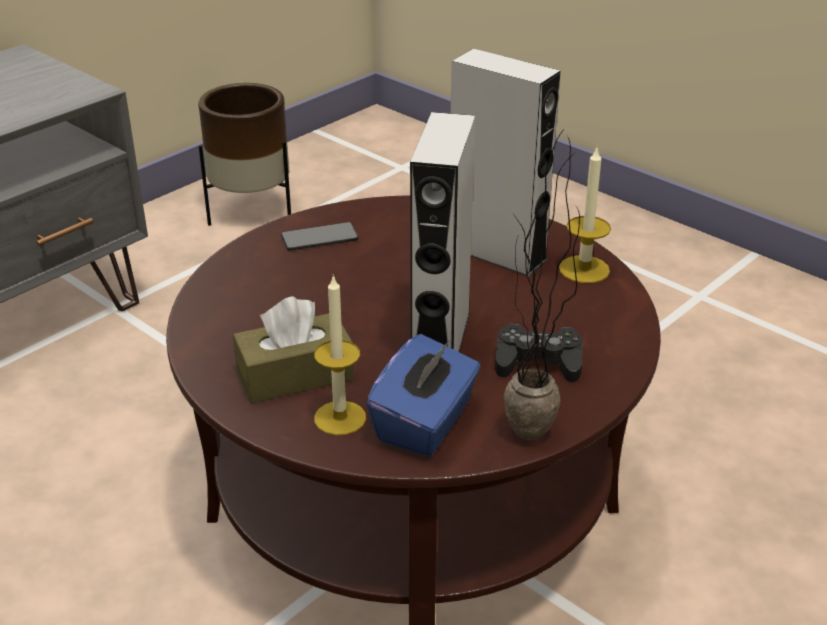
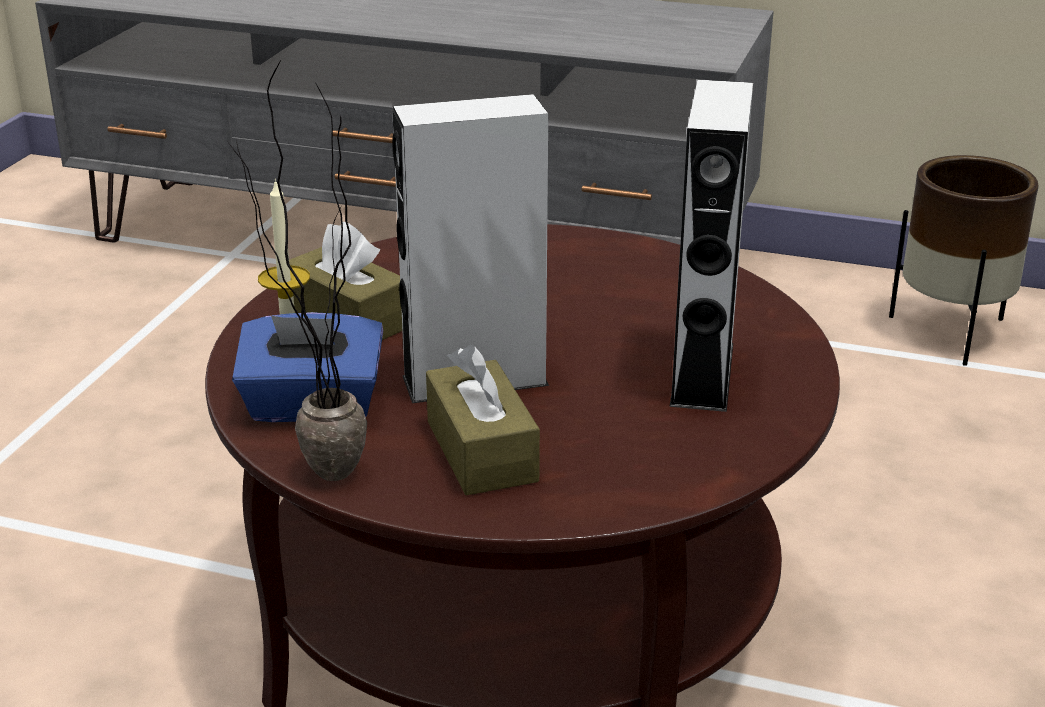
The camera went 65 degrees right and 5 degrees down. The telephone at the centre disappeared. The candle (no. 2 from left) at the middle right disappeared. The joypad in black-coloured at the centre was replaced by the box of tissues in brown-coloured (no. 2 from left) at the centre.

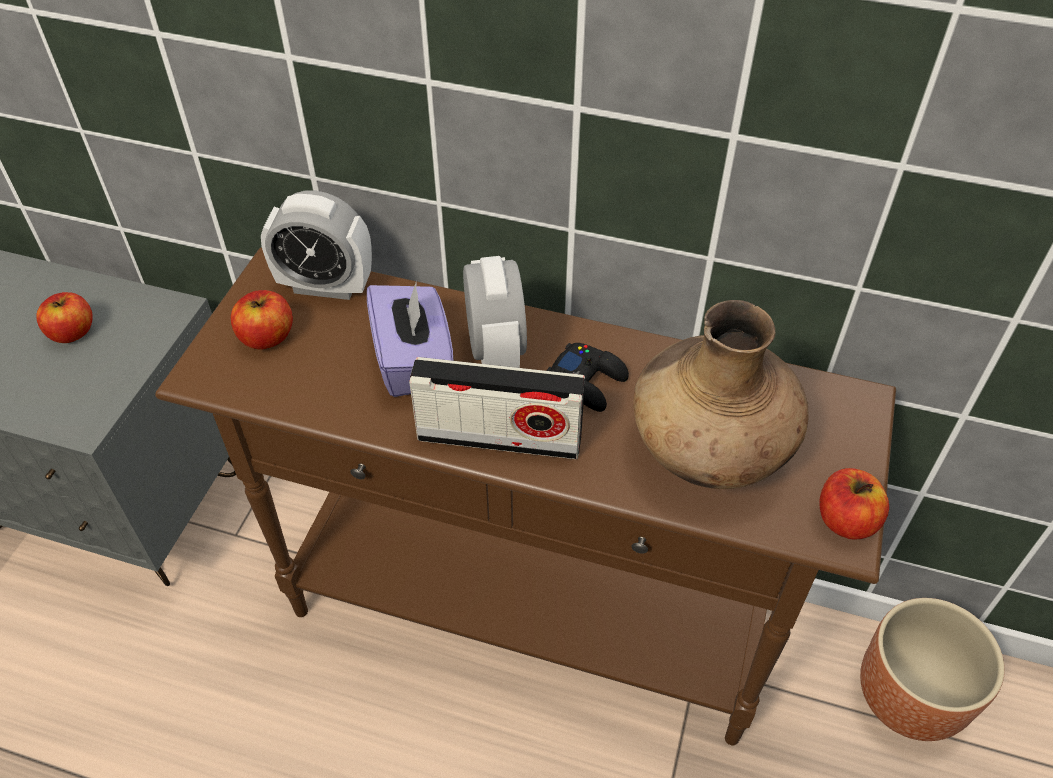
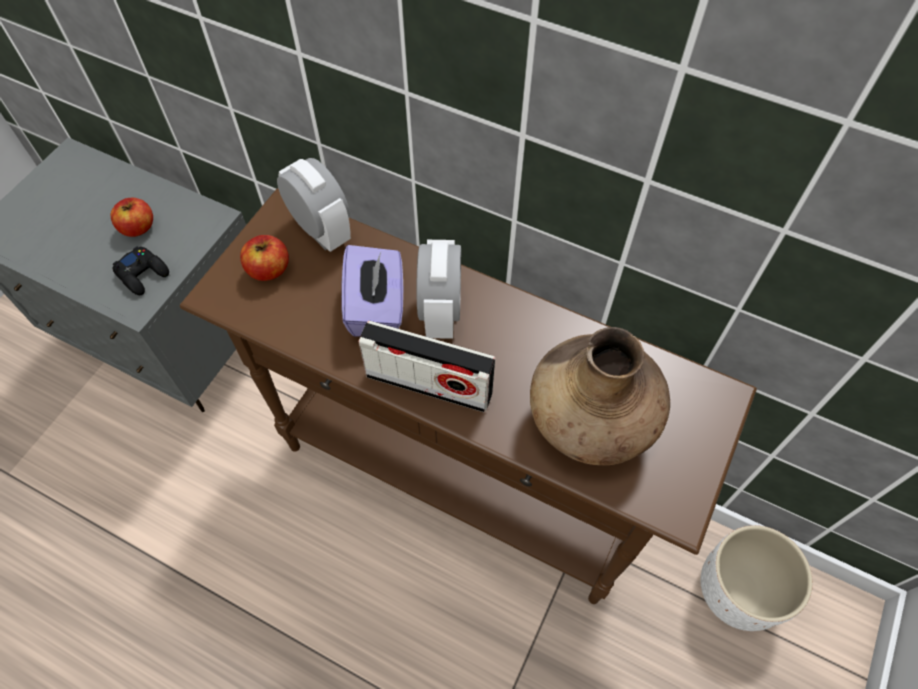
The camera went 10 degrees right and 10 degrees up. The whole apple (no. 3 from left) at the middle right disappeared. The joypad in black-coloured moved from the centre to the middle left. The planter in brown-coloured at the bottom right became the planter in whitish at the bottom right. The bedside clock (no. 1 from left) at the top left turned 150 degrees counterclockwise.

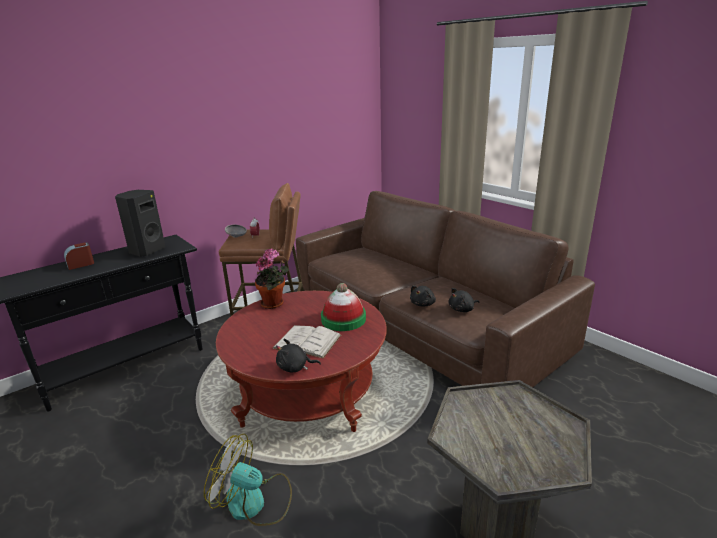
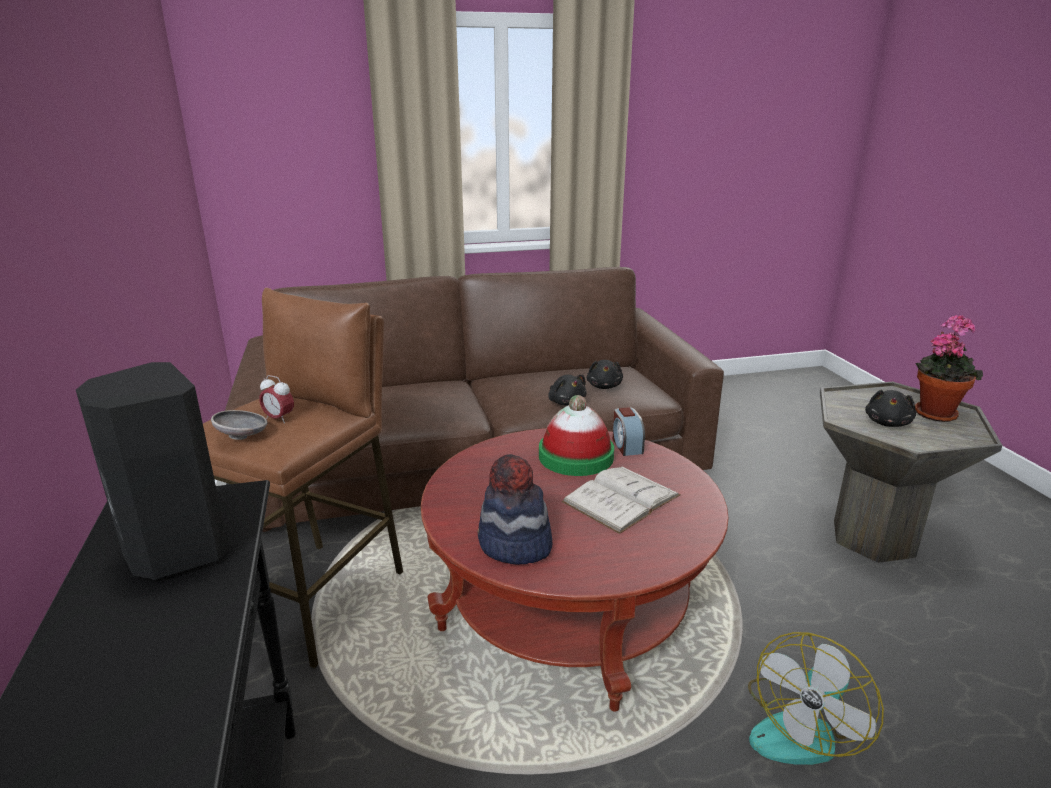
The camera went 65 degrees left and 0 degrees up. The hat (no. 1 from left) at the centre appeared. The bedside clock (no. 1 from left in the first image) moved from the middle left to the centre. The houseplant moved from the centre to the middle right. The soft toy in black-coloured (no. 1 from left in the first image) moved from the centre to the middle right.

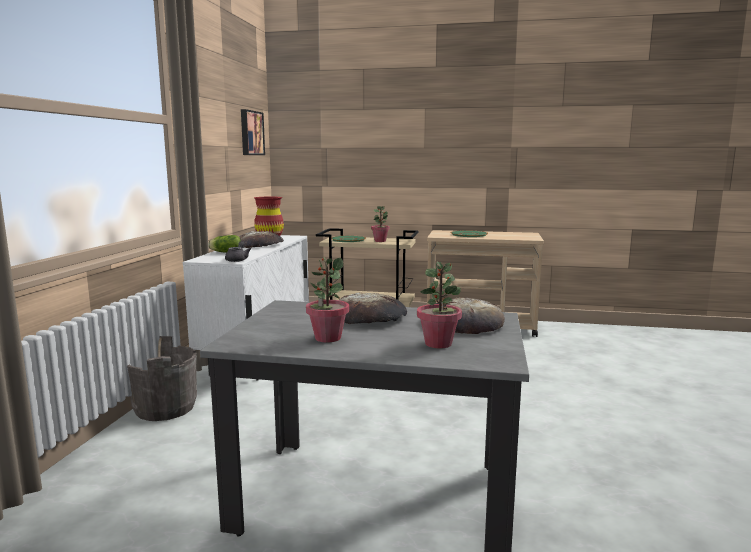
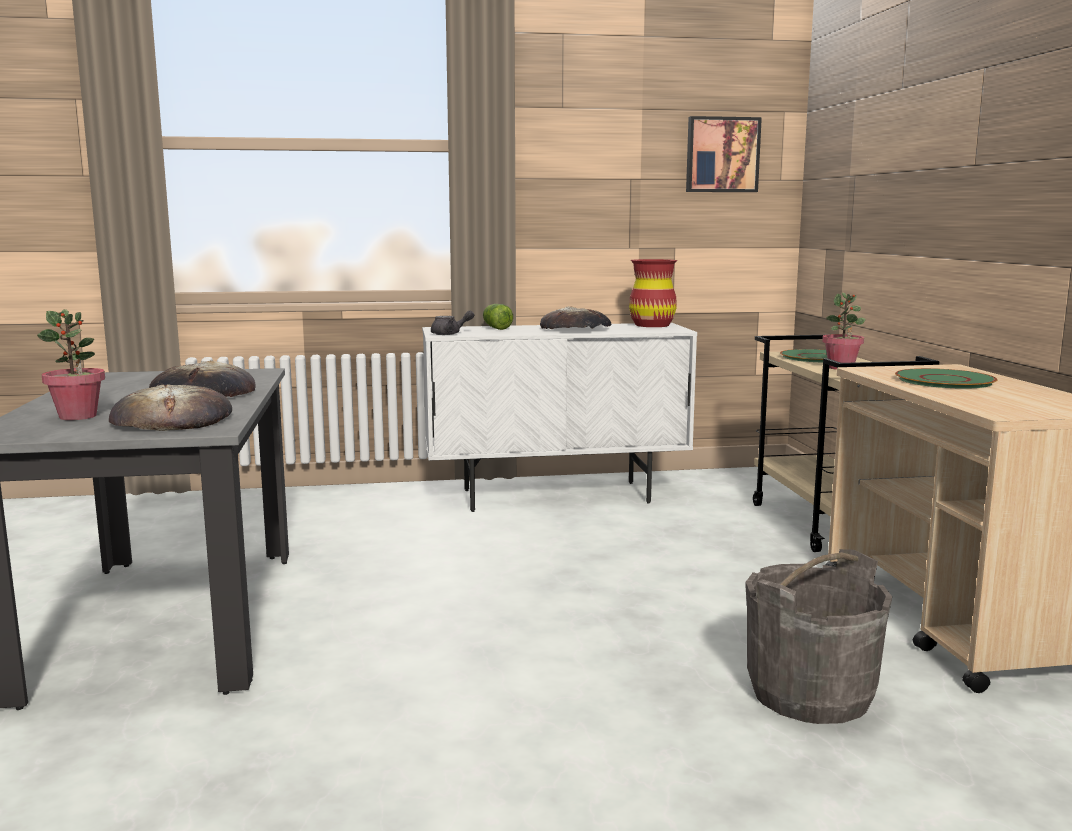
The camera went 70 degrees right and 0 degrees up. The houseplant (no. 1 from left) at the centre disappeared. The pail in greyish moved from the bottom left to the bottom right.

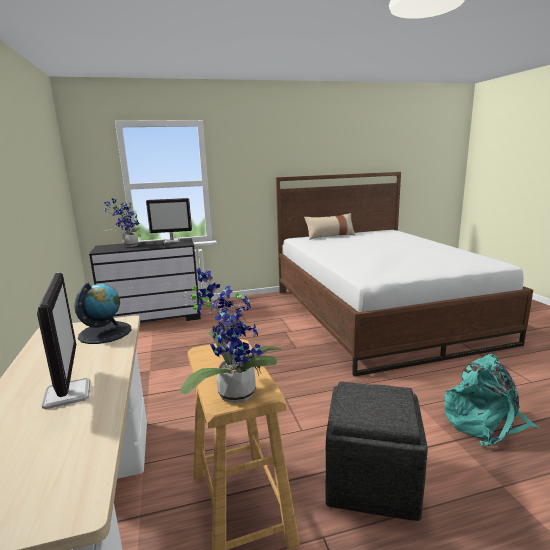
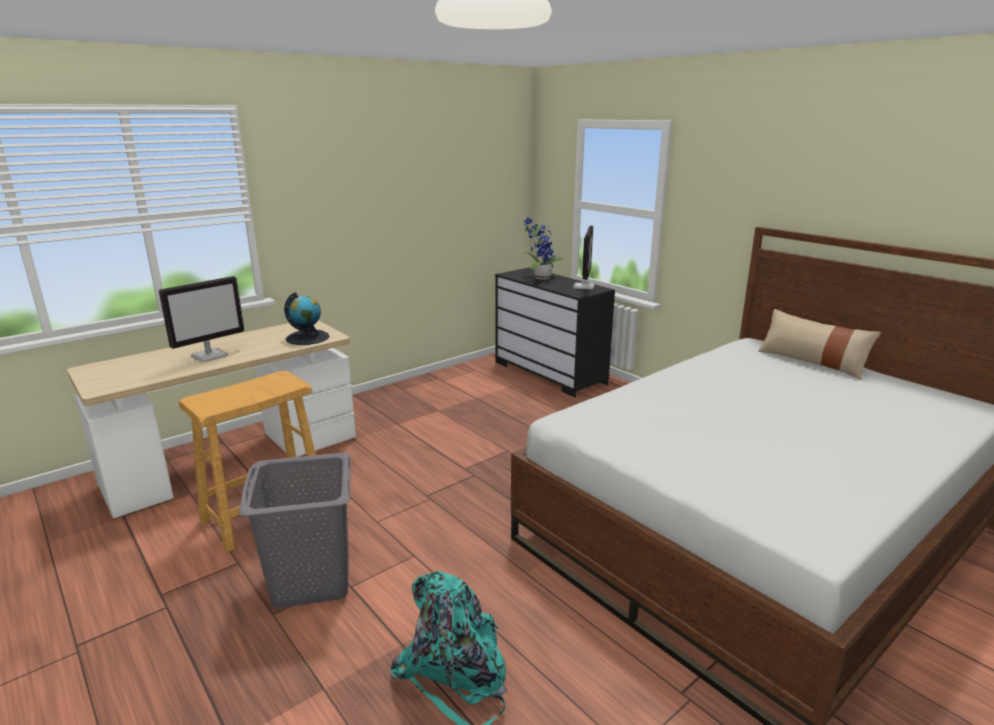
The camera went 65 degrees right and 5 degrees up. The houseplant (no. 2 from left) at the centre disappeared. The footrest in greyish at the bottom right was replaced by the washing basket in greyish at the bottom left. The monitor (no. 2 from left) at the middle left turned 135 degrees counterclockwise.

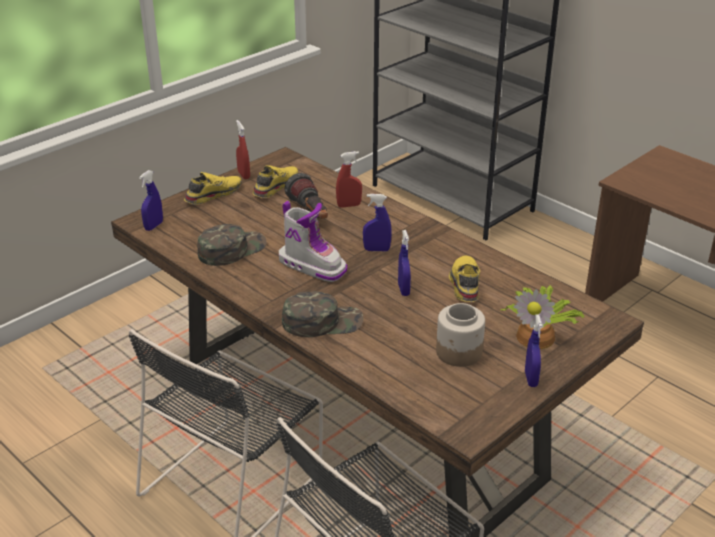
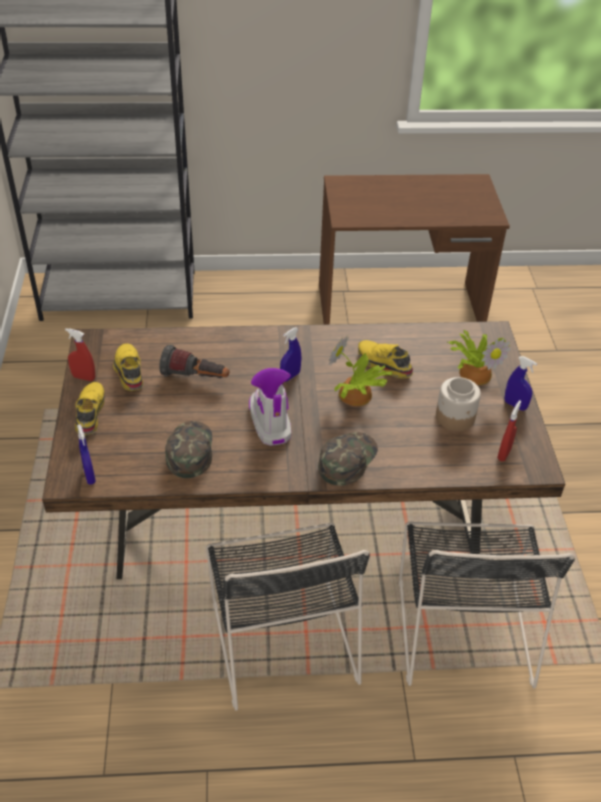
The camera went 50 degrees left and 10 degrees up. The hand sprayer in red (no. 2 from left) moved from the centre to the middle right. The hand sprayer in blue (no. 3 from left) at the centre was replaced by the houseplant (no. 1 from left) at the centre. The high-top boot at the centre turned 90 degrees counterclockwise.

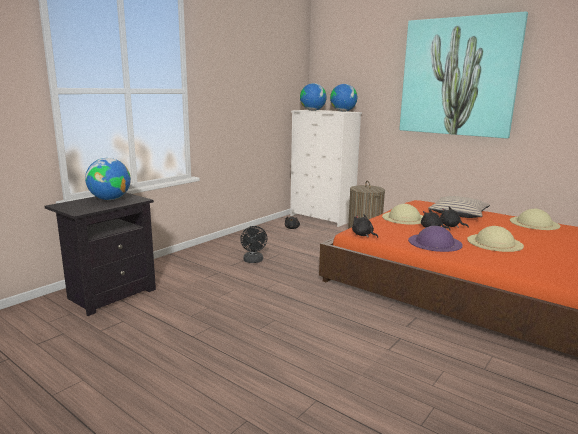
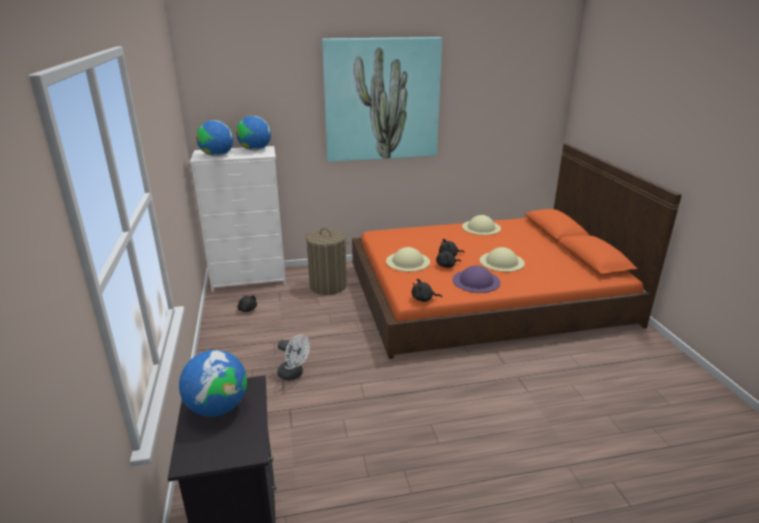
The camera went 50 degrees left and 10 degrees up. The throw pillow in beige-coloured at the middle right disappeared. The cooling fan in black-coloured at the centre became the cooling fan in whitish at the bottom centre.

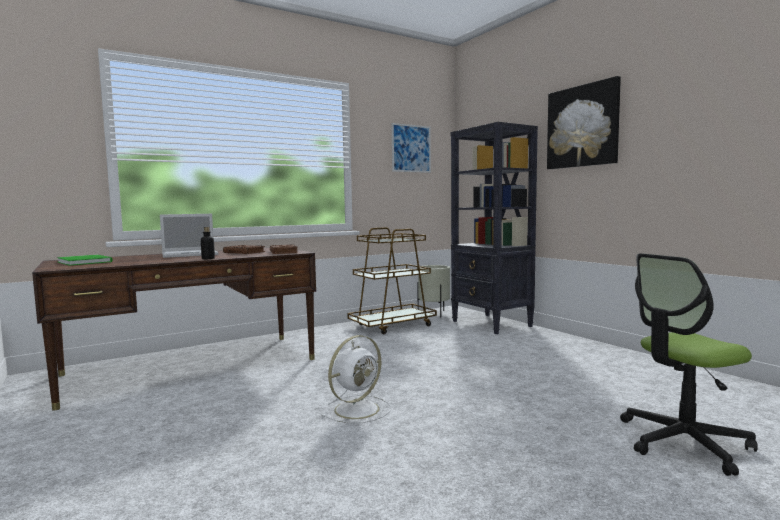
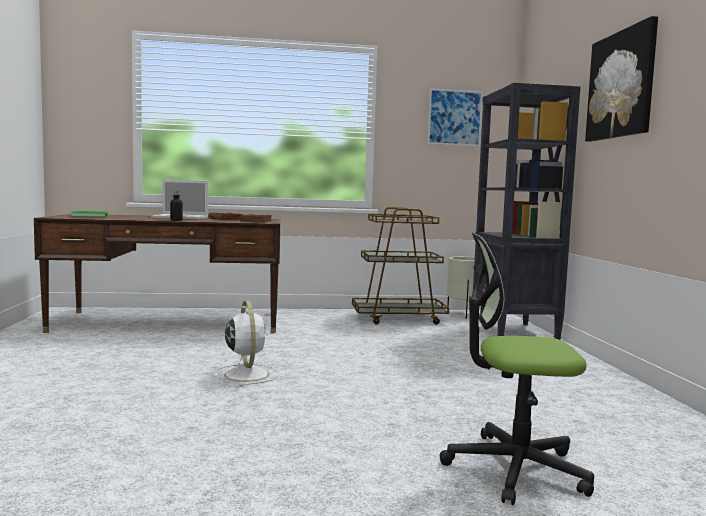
The camera went 25 degrees right and 0 degrees up. The cooling fan in whitish at the bottom centre turned 90 degrees counterclockwise.

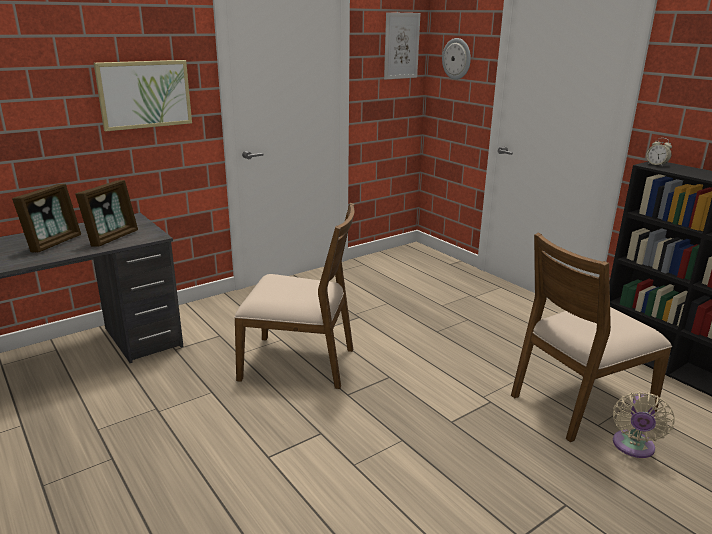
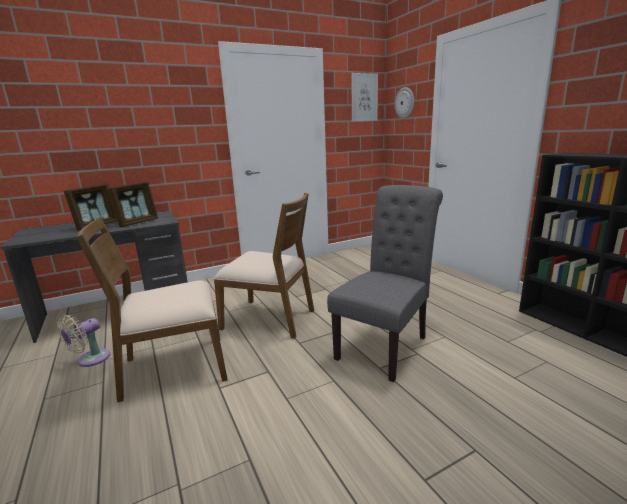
The camera went 10 degrees right and 5 degrees down. The picture (no. 1 from left) at the top left disappeared. The bedside clock at the top right disappeared. The plain chair in greyish at the centre appeared. The plain chair in brown-coloured (no. 2 from left in the first image) moved from the middle right to the middle left. The cooling fan in beige-coloured moved from the bottom right to the bottom left.

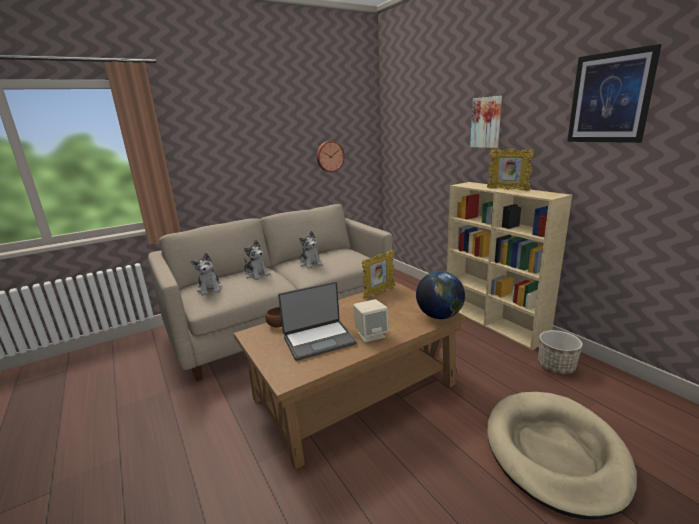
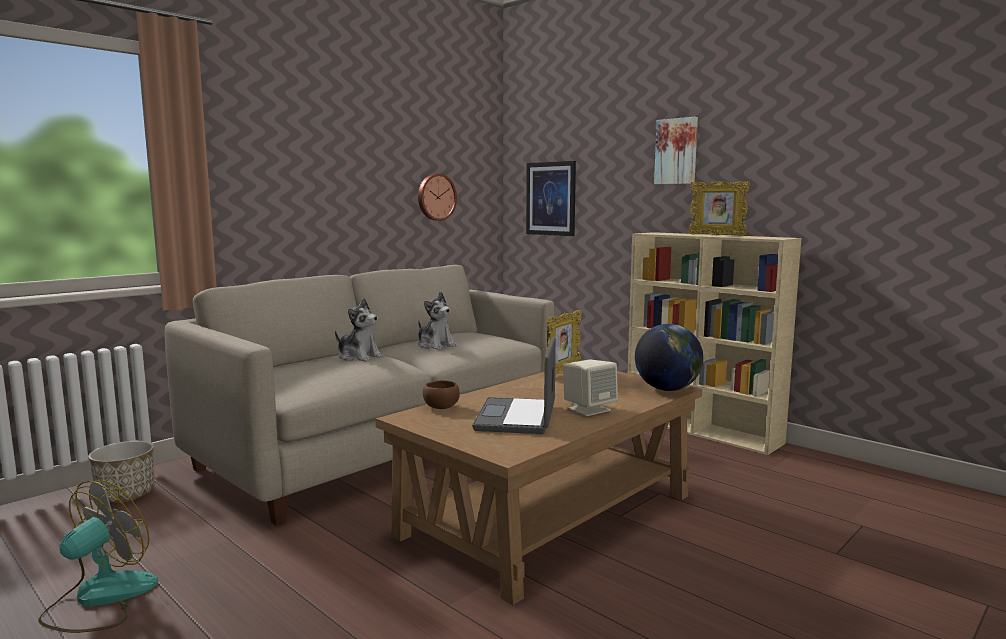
The camera went 15 degrees left and 10 degrees down. The soft toy (no. 1 from left) at the middle left disappeared. The pet bed in beige-coloured at the bottom right disappeared. The cooling fan at the bottom left appeared. The planter moved from the bottom right to the bottom left. The picture (no. 2 from left in the first image) moved from the top right to the top centre. The portable computer at the centre turned 135 degrees clockwise.

